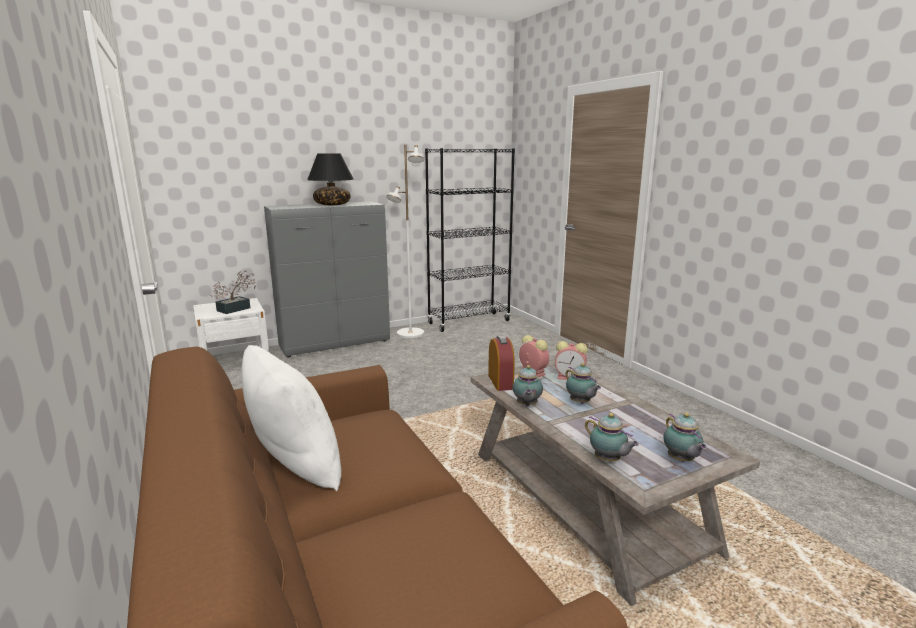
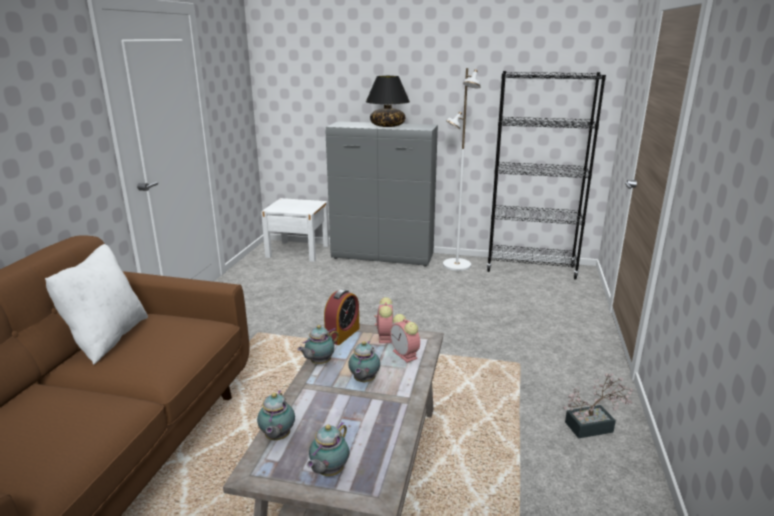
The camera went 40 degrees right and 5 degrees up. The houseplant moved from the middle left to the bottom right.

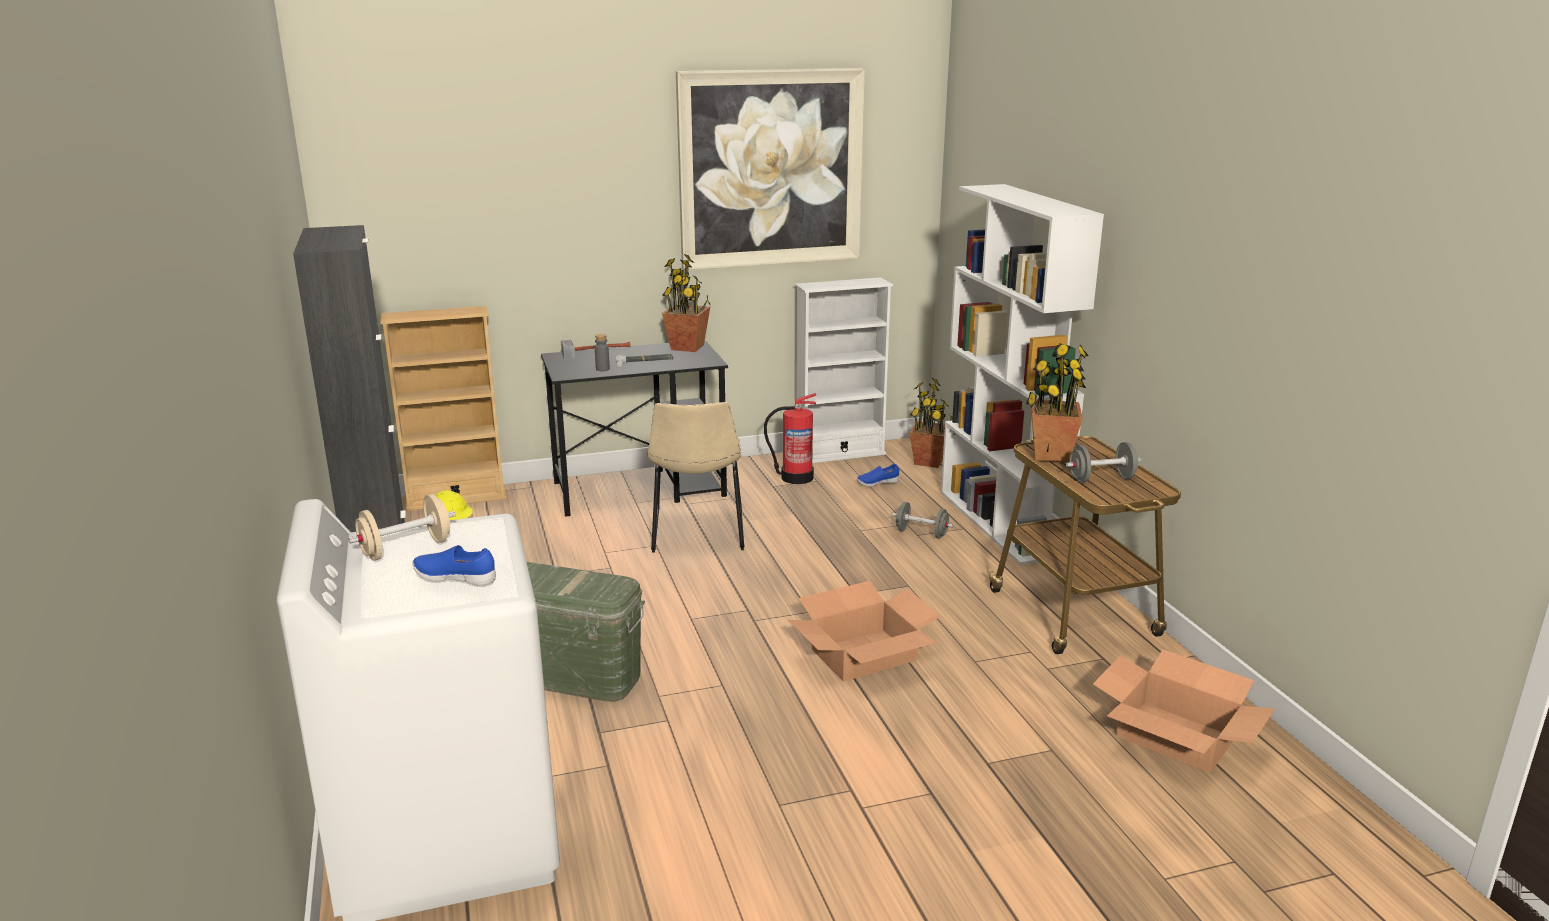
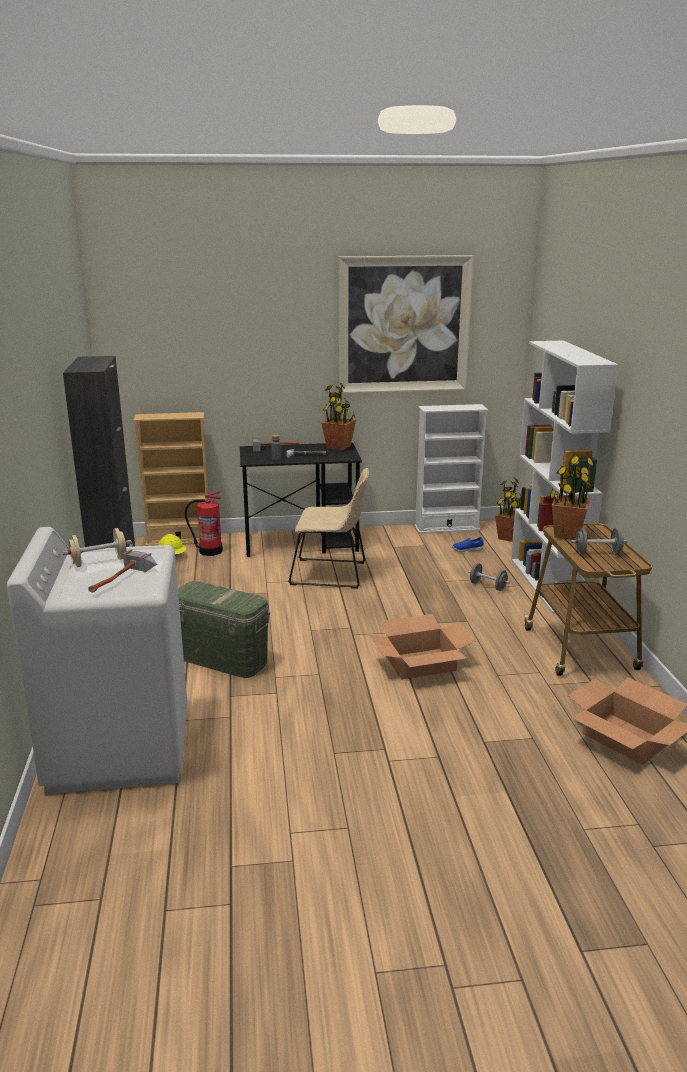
The camera went 10 degrees right and 0 degrees up. The extinguisher moved from the centre to the middle left. The low shoe in blue (no. 1 from left) at the middle left was replaced by the hammer (no. 1 from left) at the middle left. The plain chair in beige-coloured at the centre turned 90 degrees counterclockwise.

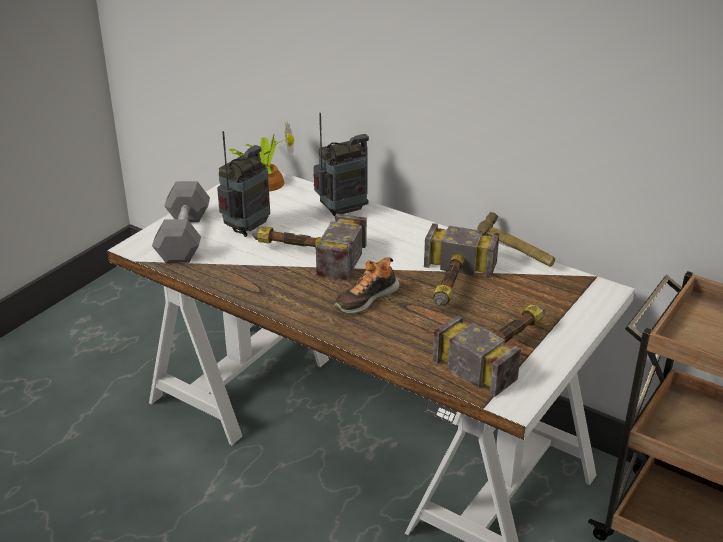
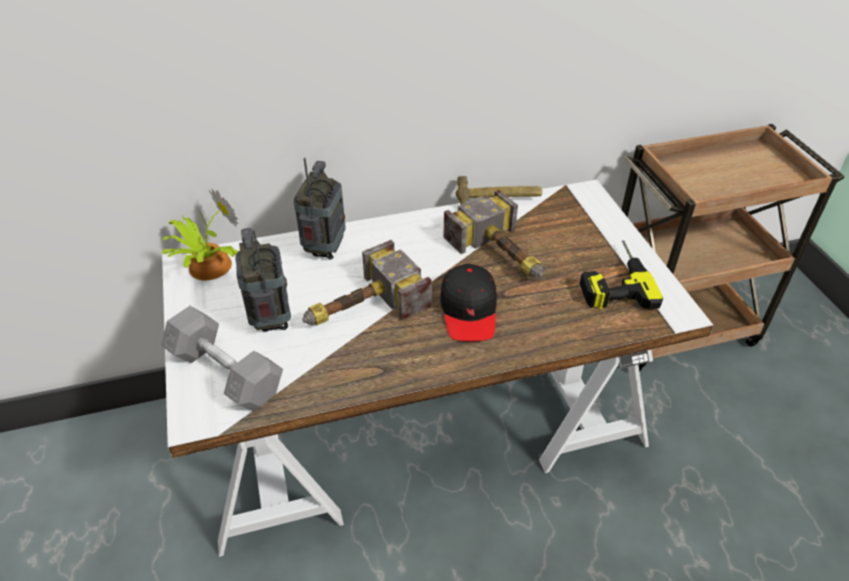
The camera went 50 degrees left and 10 degrees up. The low shoe at the centre was replaced by the peaked cap in black-coloured at the centre. The hammer (no. 3 from left) at the middle right was replaced by the power drill at the middle right.

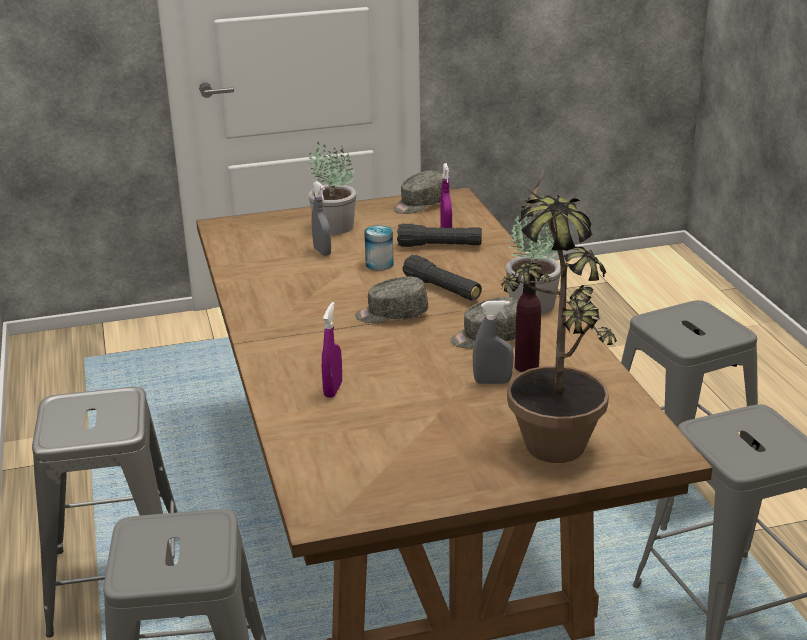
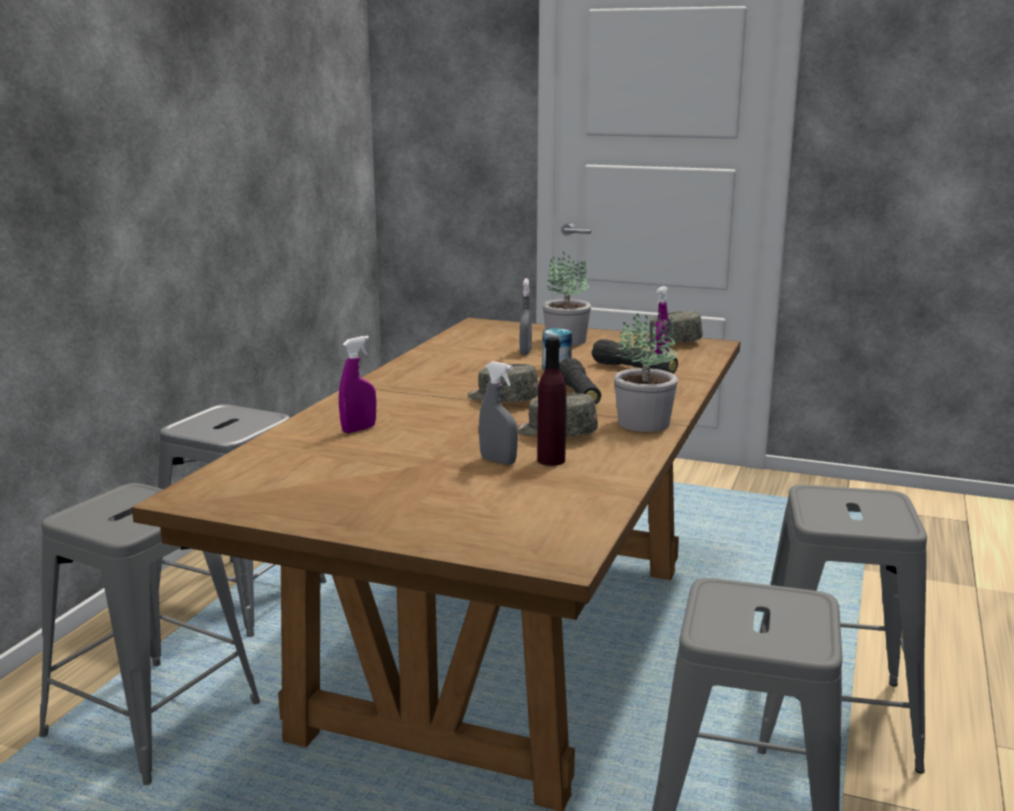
The camera went 35 degrees right and 10 degrees down. The houseplant (no. 3 from left) at the middle right disappeared.

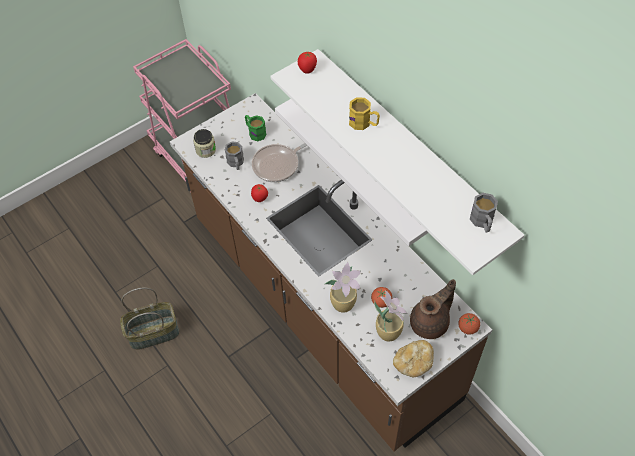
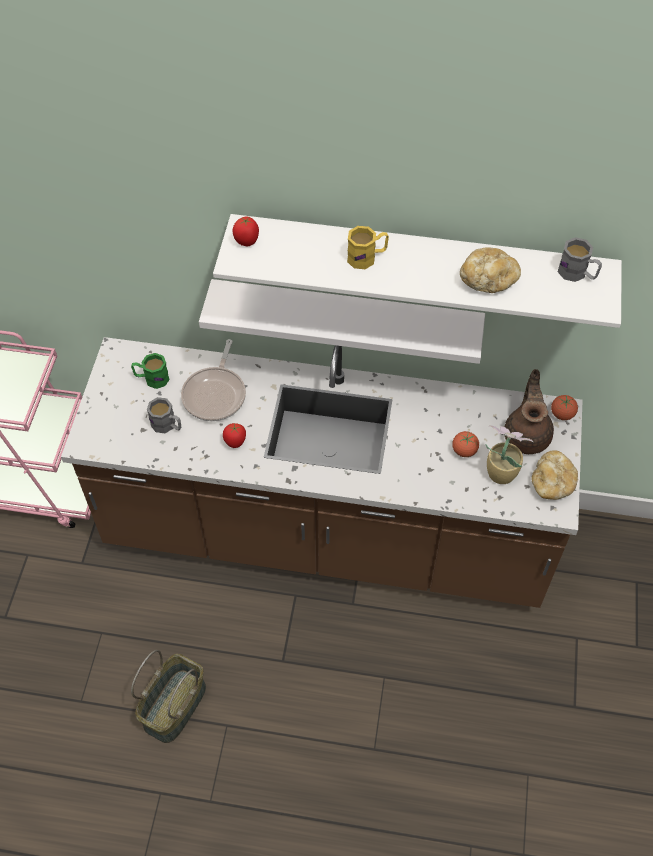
The camera went 45 degrees left and 0 degrees up. The preserve jar at the top left disappeared. The houseplant (no. 1 from left) at the centre disappeared. The baked bread (no. 1 from left) at the top right appeared.

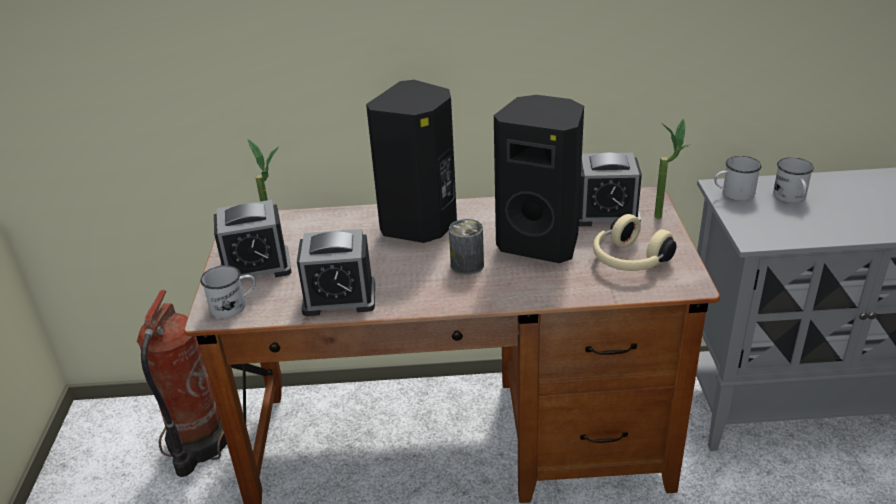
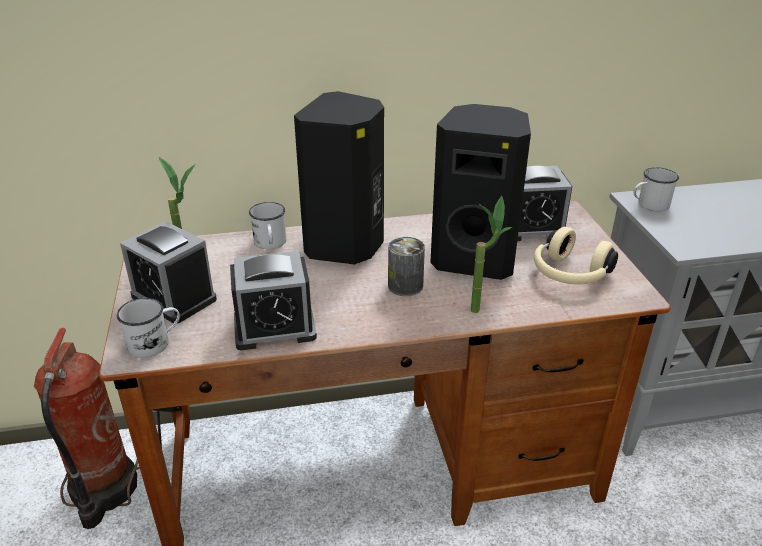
The camera went 10 degrees left and 0 degrees up. The houseplant (no. 2 from left) moved from the middle right to the centre. The tea mug in whitish (no. 3 from left in the first image) moved from the middle right to the centre. The bedside clock (no. 1 from left) at the middle left turned 60 degrees clockwise.

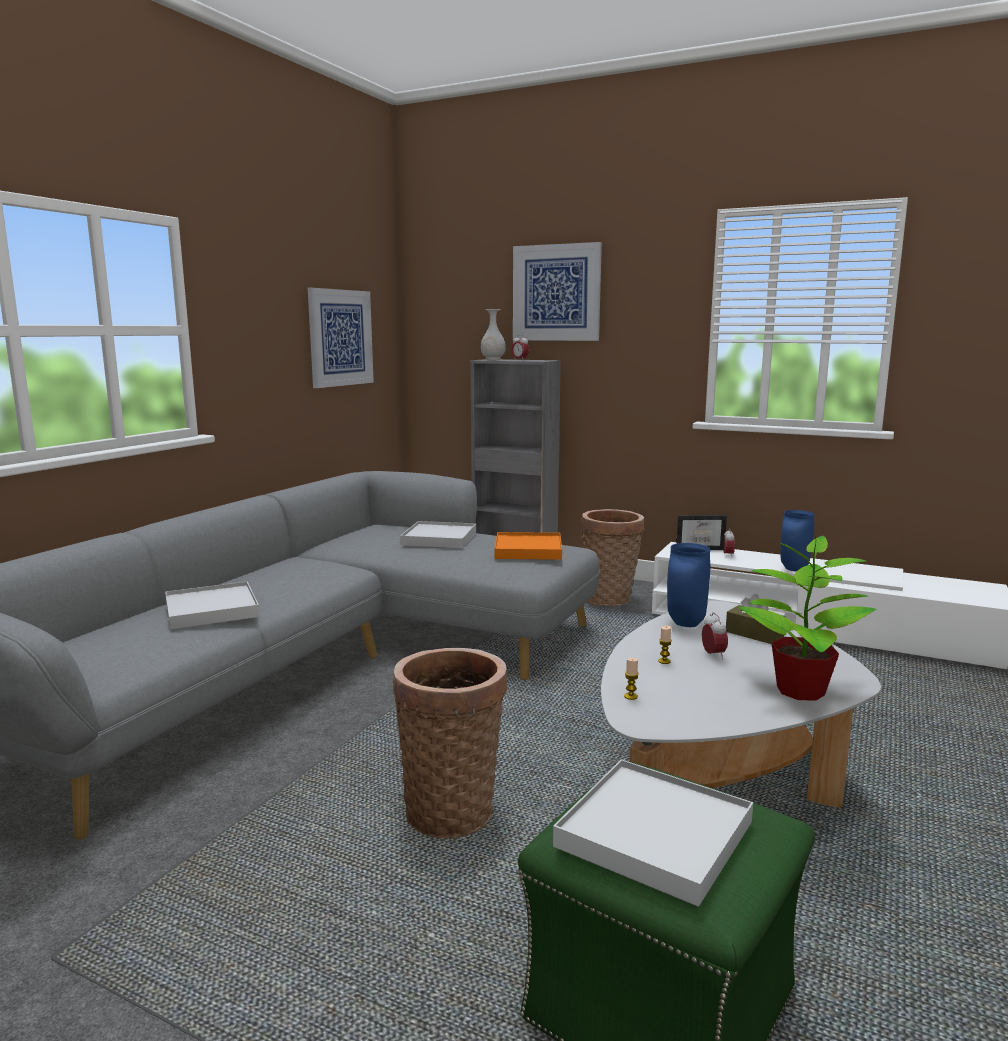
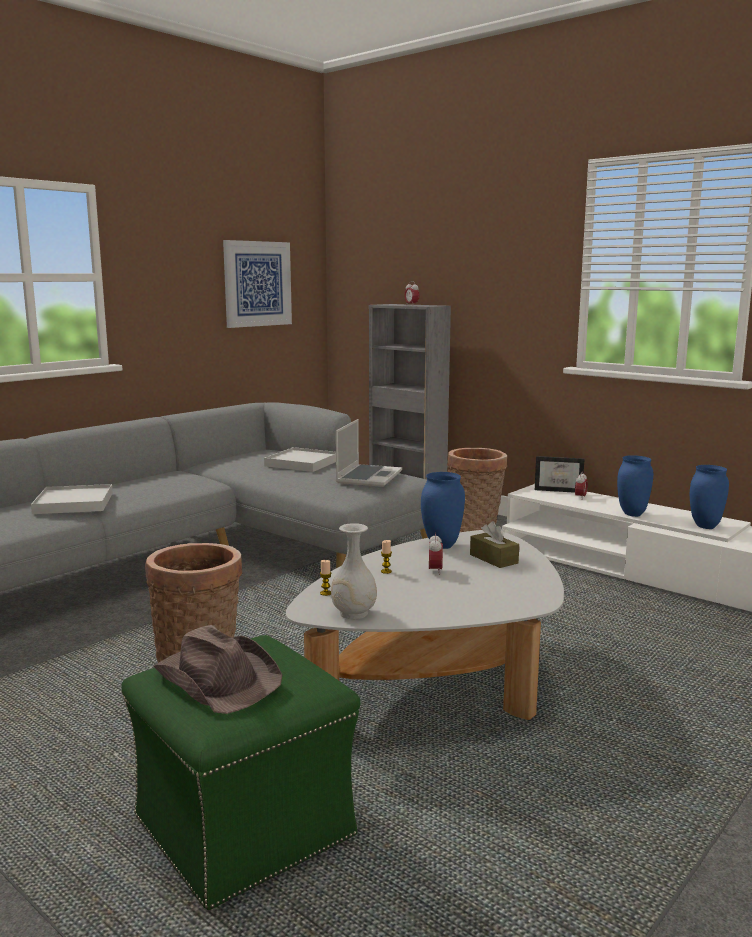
The camera went 15 degrees right and 0 degrees up. The picture (no. 2 from left) at the top centre disappeared. The houseplant at the middle right disappeared. The decorative vase in blue (no. 3 from left) at the middle right appeared. The decorative vase in whitish moved from the top centre to the centre. The carrying tray in orange at the centre was replaced by the portable computer at the centre. The carrying tray in whitish (no. 3 from left) at the bottom centre was replaced by the hat in brown-coloured at the bottom left.

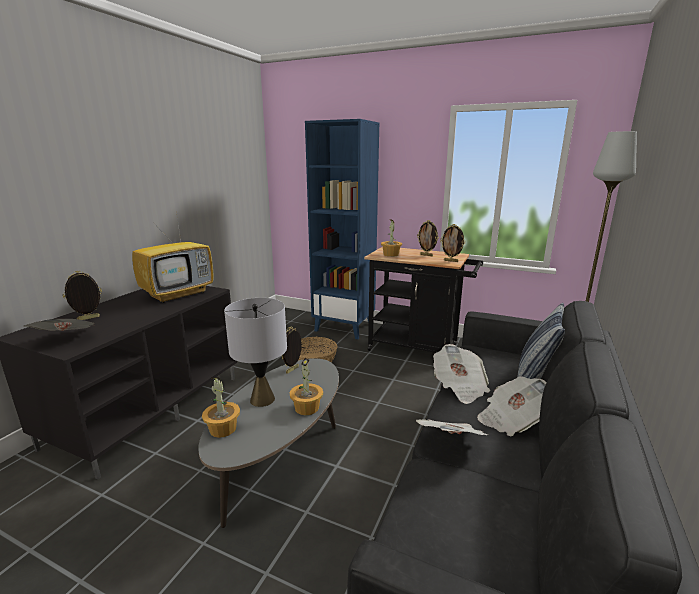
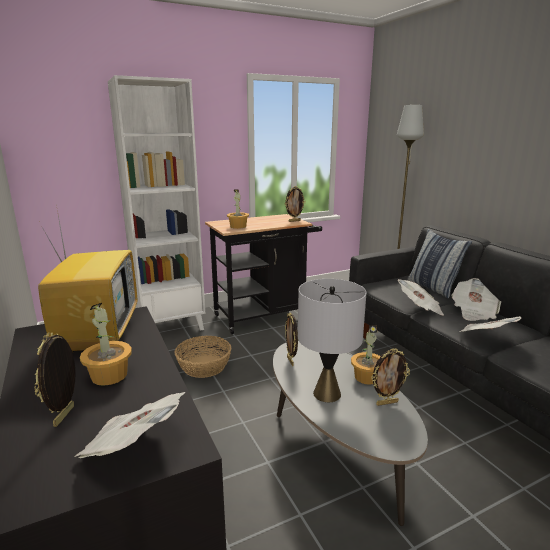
The camera went 50 degrees left and 0 degrees up. The houseplant (no. 1 from left) moved from the bottom left to the middle left. The standing frame (no. 3 from left in the first image) moved from the centre to the bottom right. The bookshelf in blue at the centre became the bookshelf in whitish at the middle left.

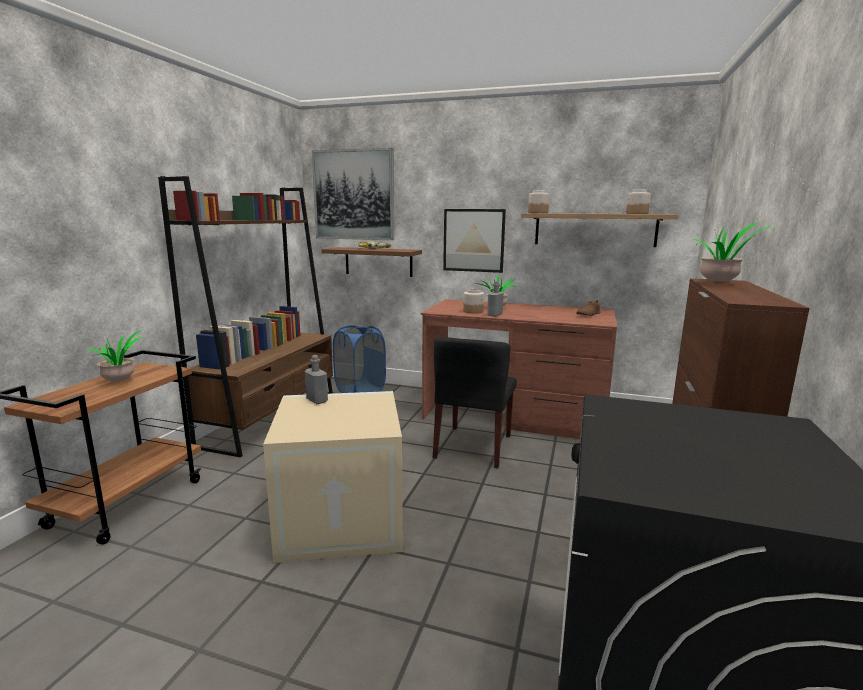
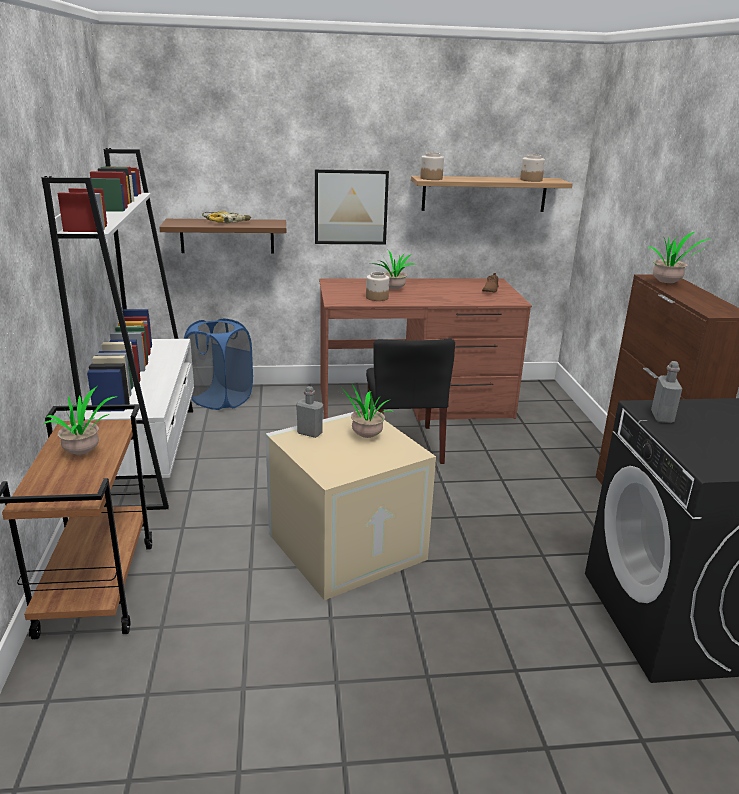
The camera went 25 degrees left and 10 degrees up. The picture (no. 1 from left) at the top centre disappeared. The houseplant (no. 2 from left) at the centre appeared. The drink bottle in greyish (no. 2 from left) moved from the centre to the middle right. The bookshelf in brown-coloured at the middle left became the bookshelf in whitish at the middle left.

